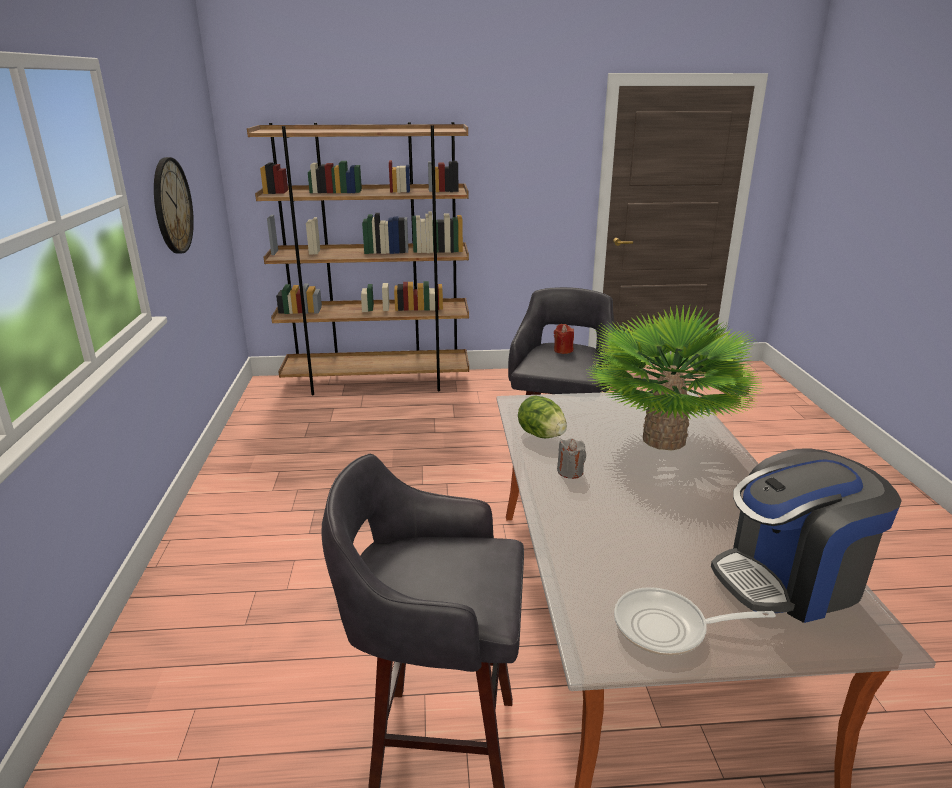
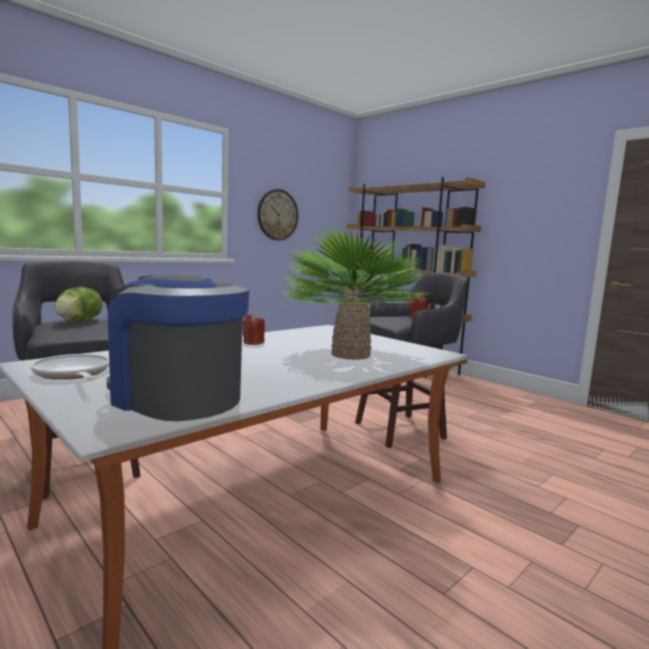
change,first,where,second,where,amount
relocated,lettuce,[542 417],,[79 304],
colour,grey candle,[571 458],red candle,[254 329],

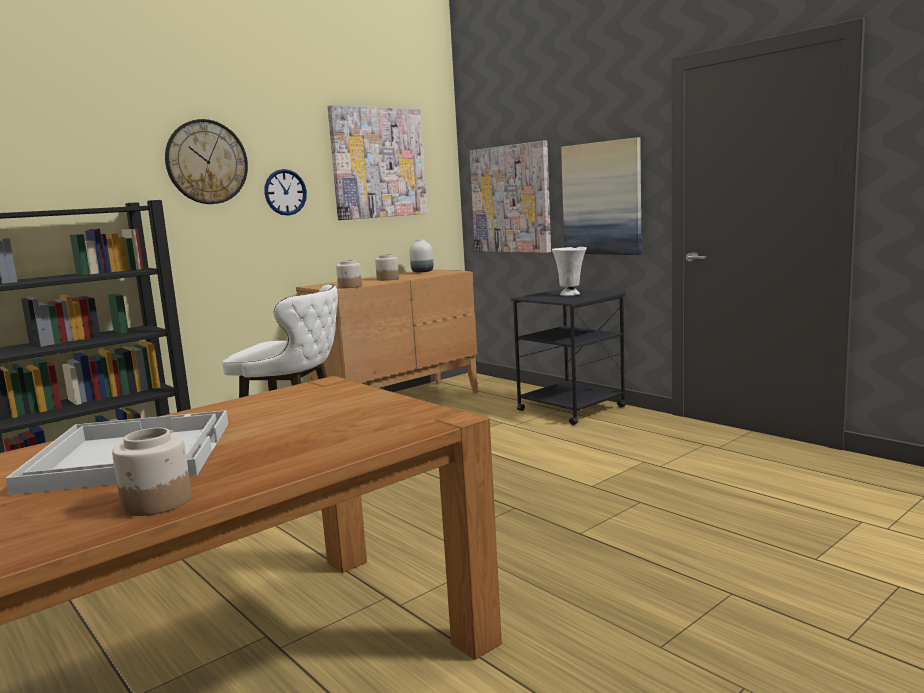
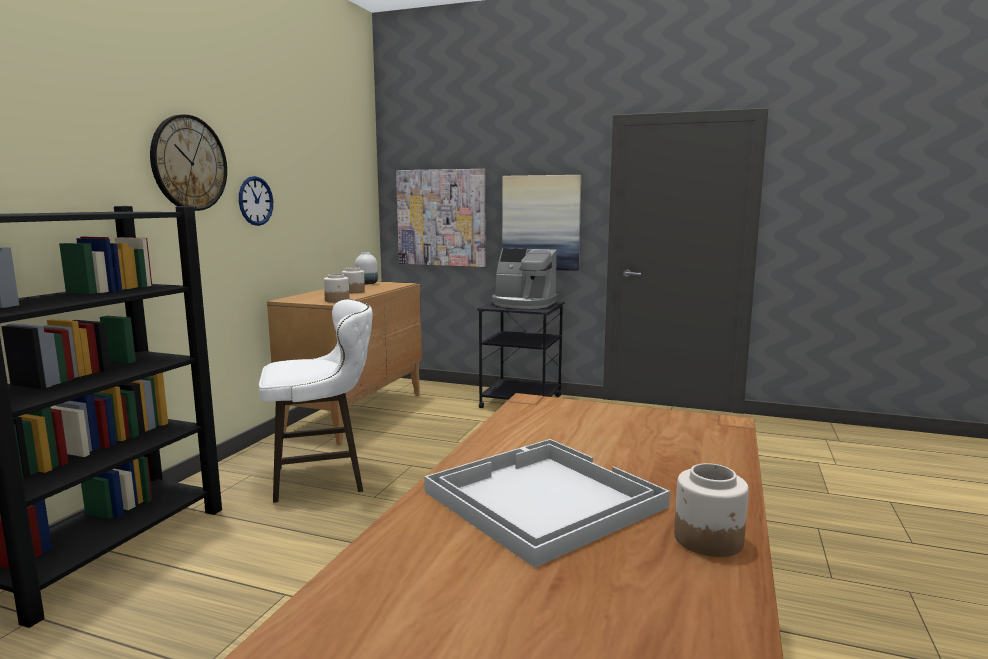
change,first,where,second,where,amount
missing,picture,[377 162],,,
exchanged,white vase,[569 271],coffee machine,[525 278],

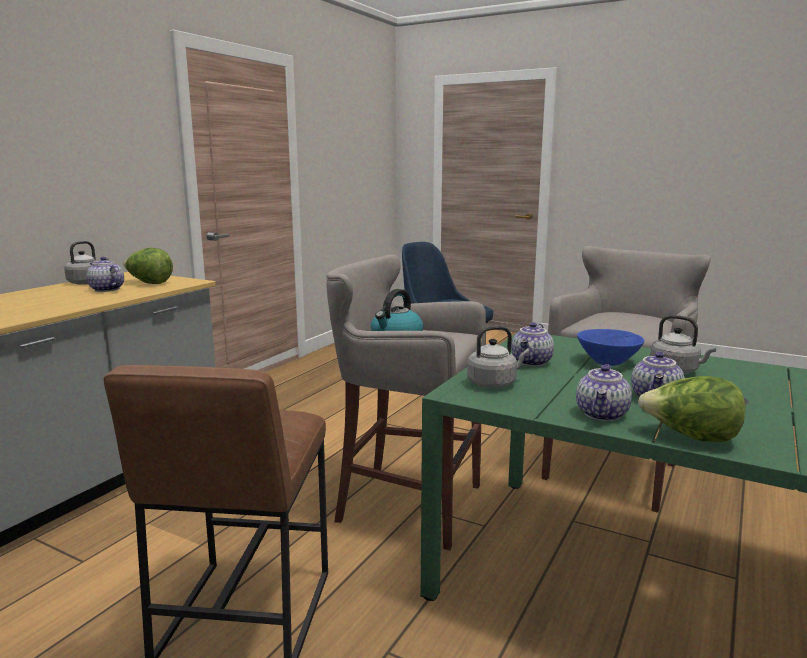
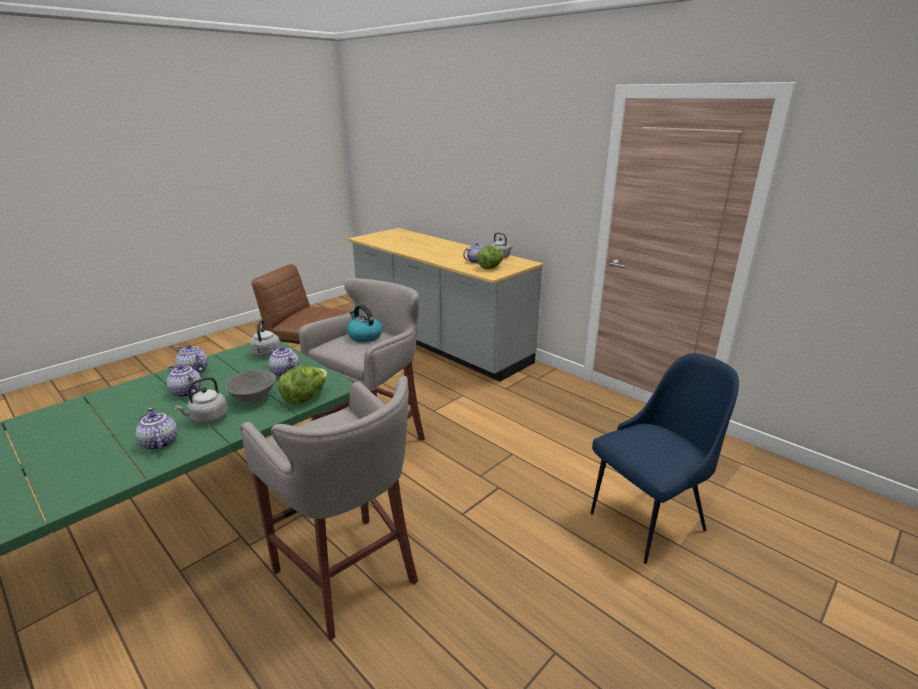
change,first,where,second,where,amount
colour,blue bowl,[610 347],grey bowl,[250 387],
relocated,lettuce,[691 409],,[303 385],
appeared,,,teapot,[156 428],

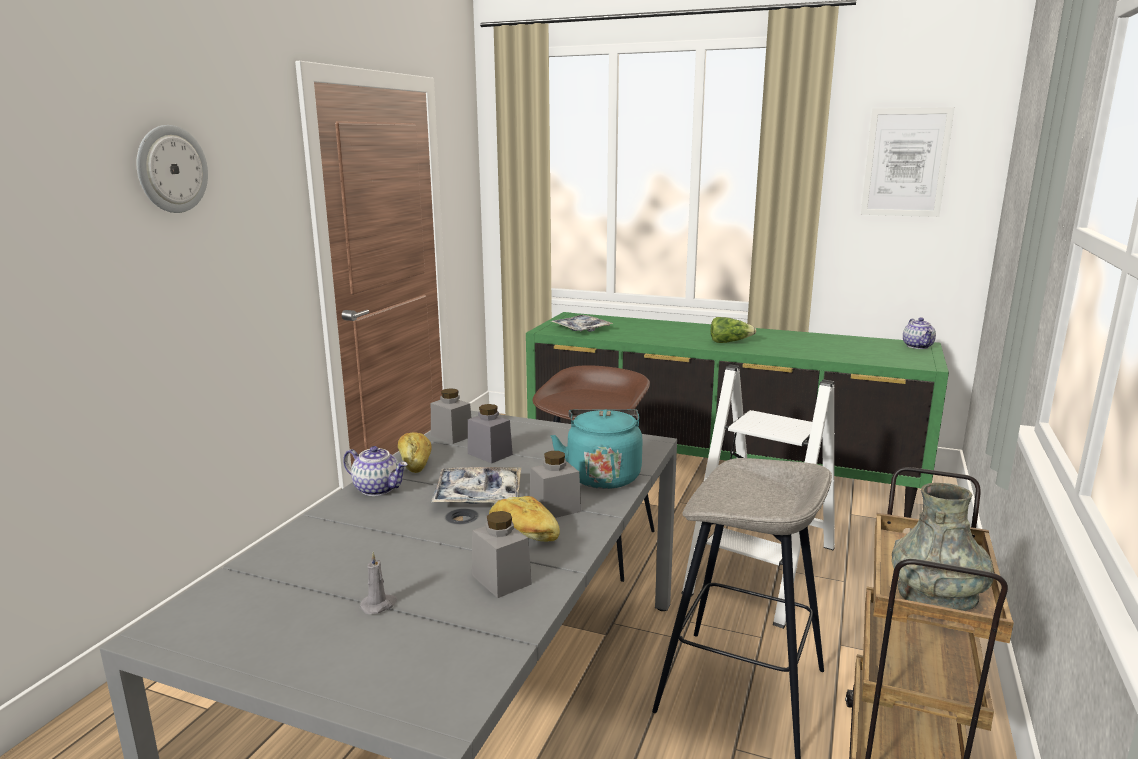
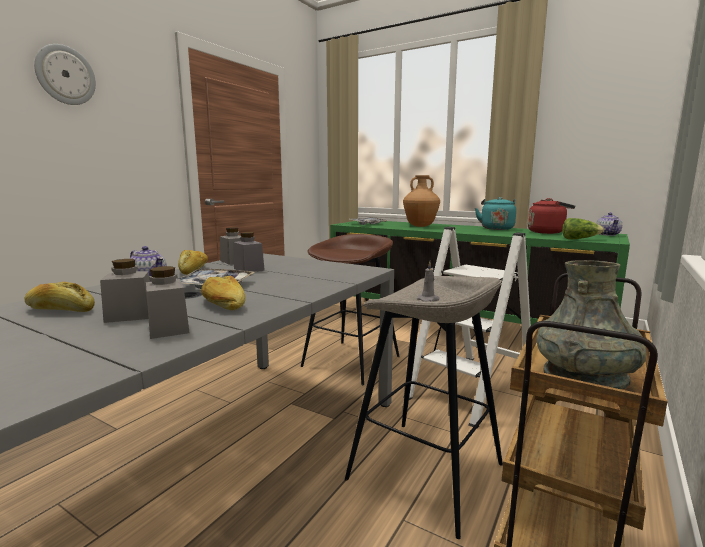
change,first,where,second,where,amount
missing,picture,[908 162],,,
relocated,lettuce,[733 330],,[583 228],
relocated,turquoise kettle,[597 449],,[495 213],
relocated,grey jar,[555 484],,[125 291],
relocated,grey candle,[378 583],,[428 281],
appeared,,,brown vase,[421 201],
appeared,,,red kettle,[551 216],
appeared,,,bread,[60 297],

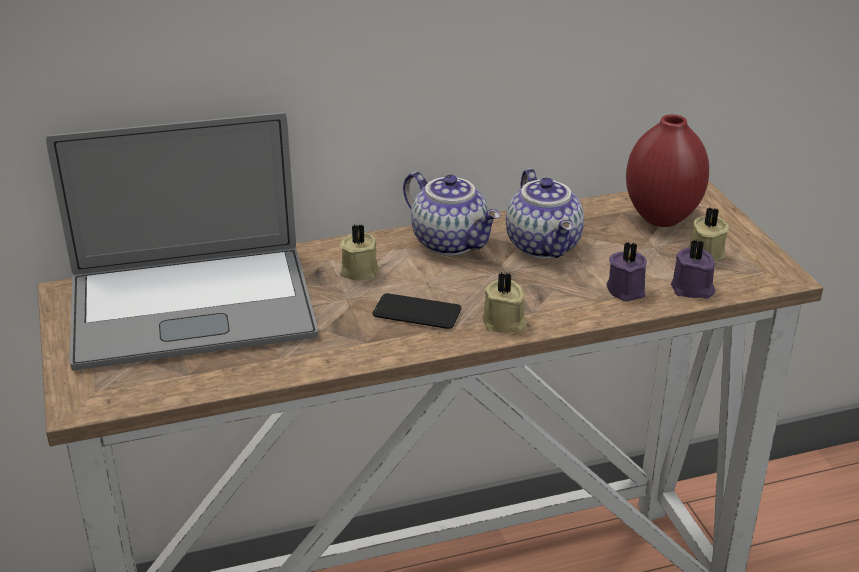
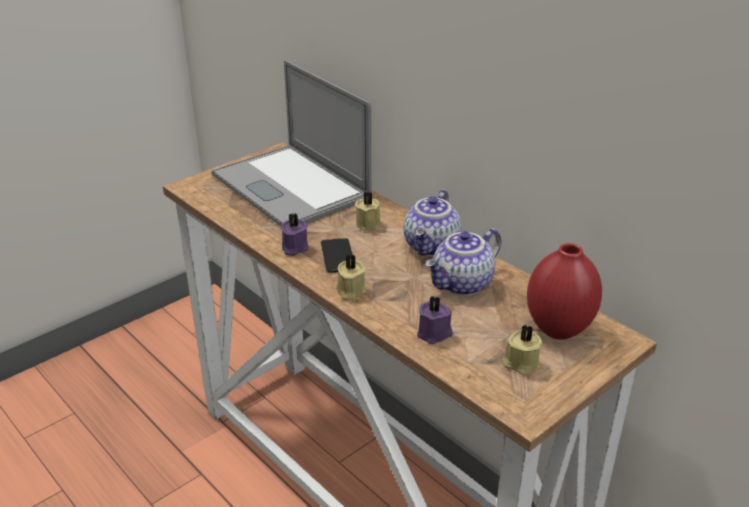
change,first,where,second,where,amount
relocated,purple candle,[693 269],,[295 234],

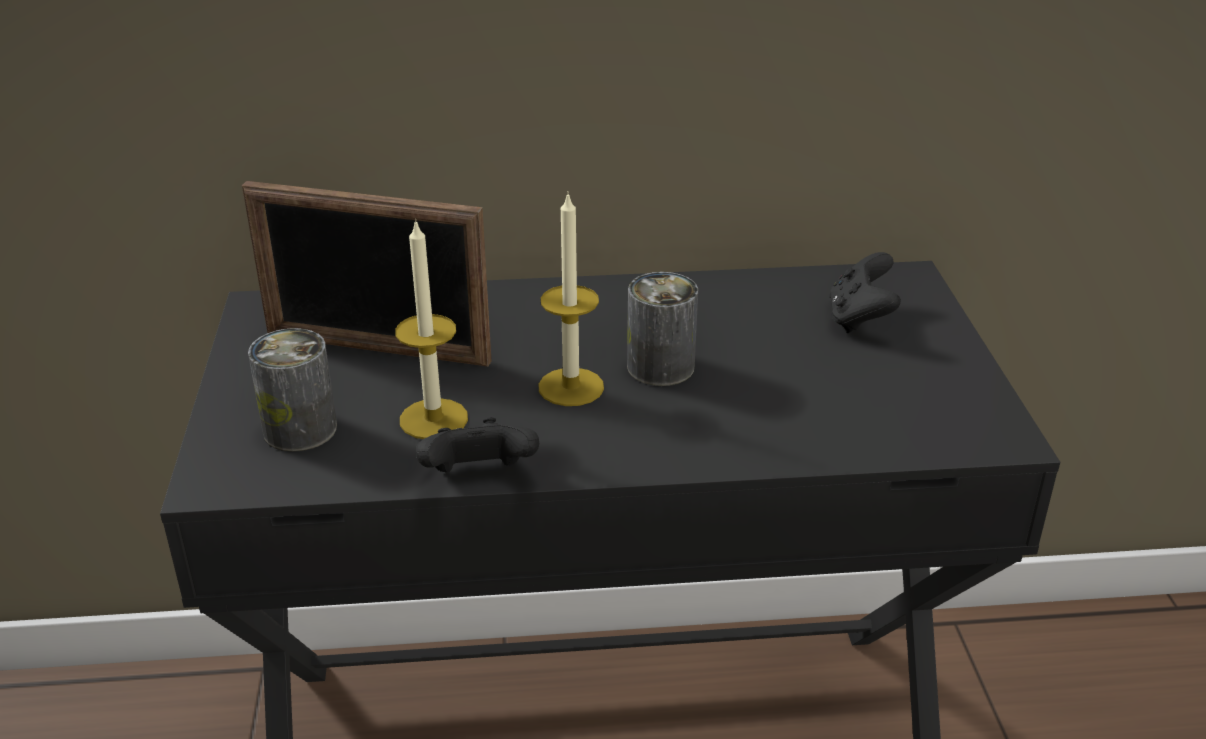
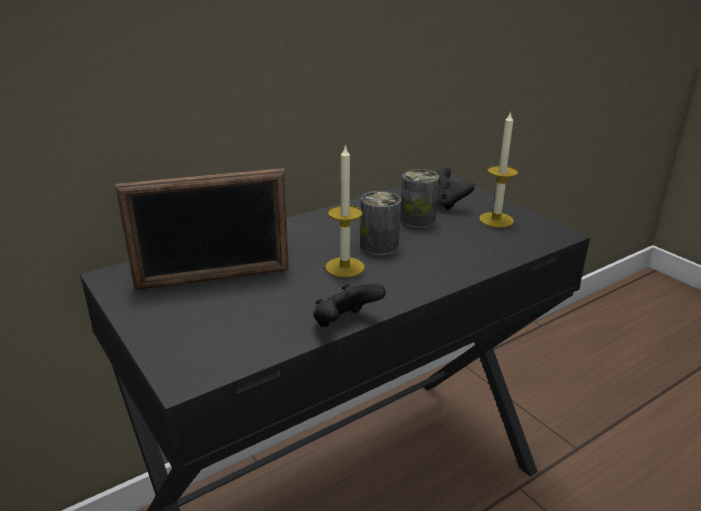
change,first,where,second,where,amount
relocated,candle,[431 329],,[498 169],
relocated,can,[292 390],,[419 199],

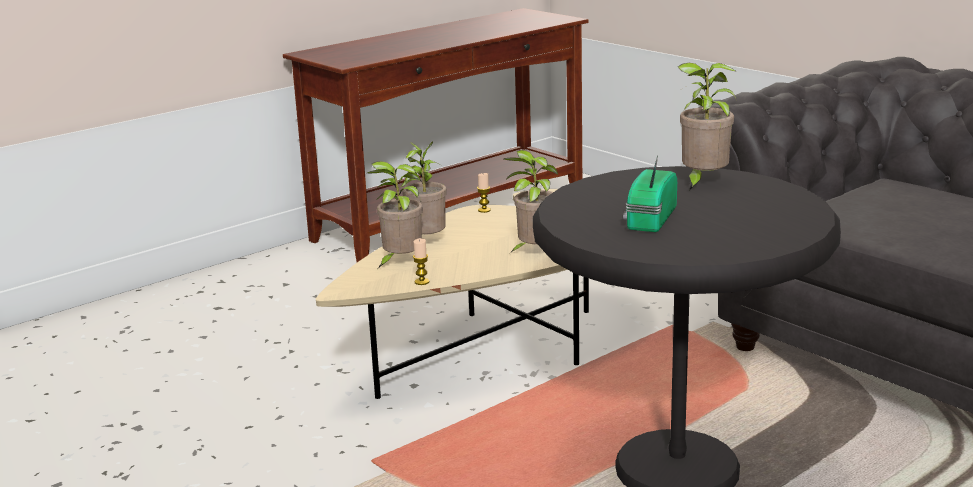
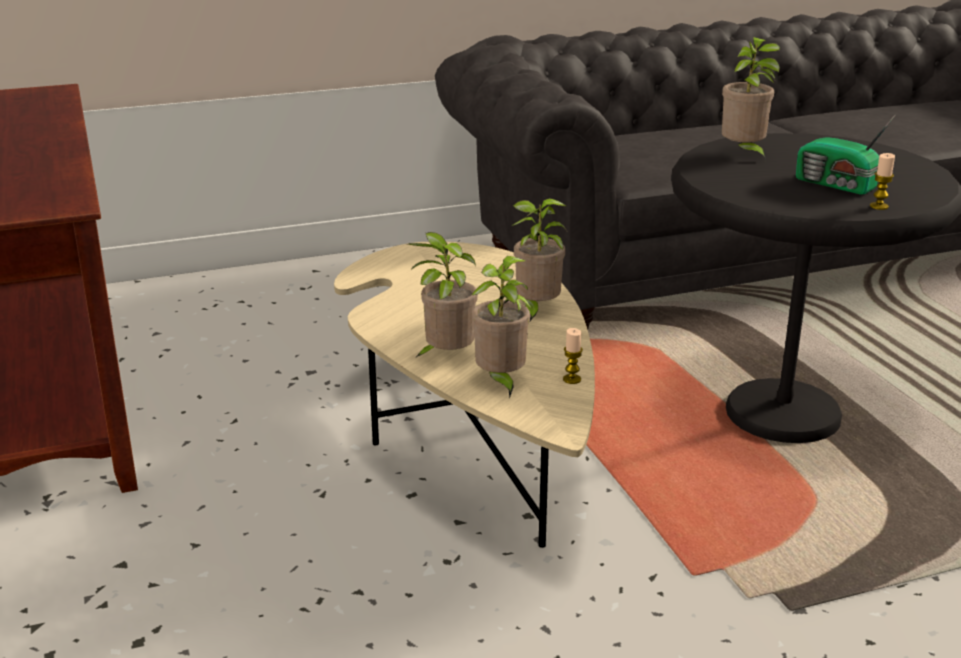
change,first,where,second,where,amount
relocated,candle,[484 193],,[882 181],

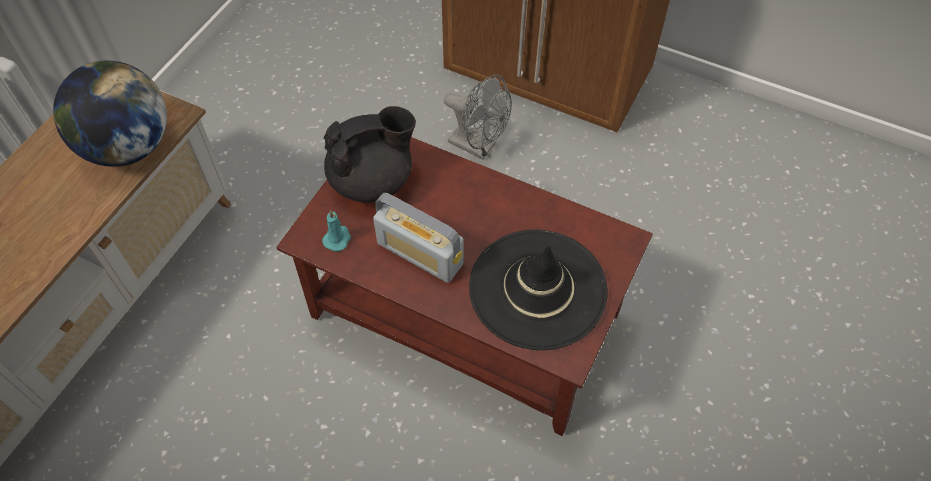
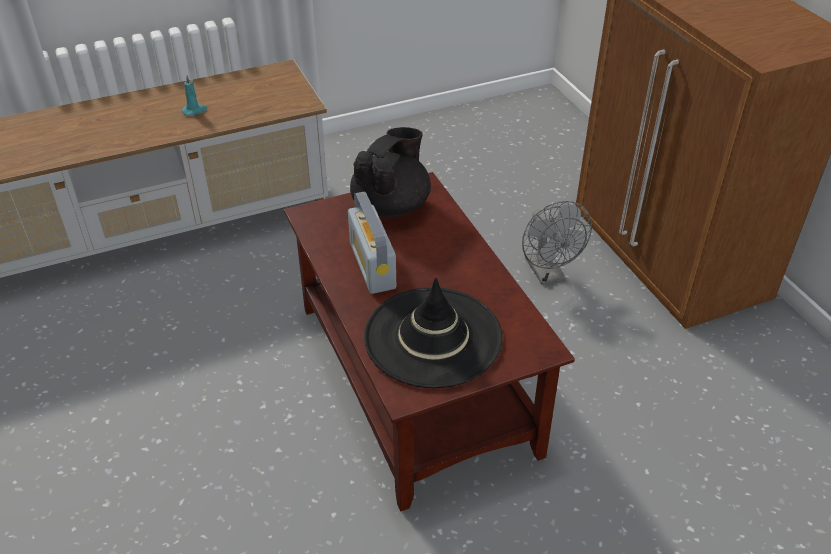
change,first,where,second,where,amount
missing,globe,[110 114],,,
spun,black teapot,[370 154],,[390 172],75 degrees counterclockwise
relocated,turquoise candle,[336 231],,[194 95],

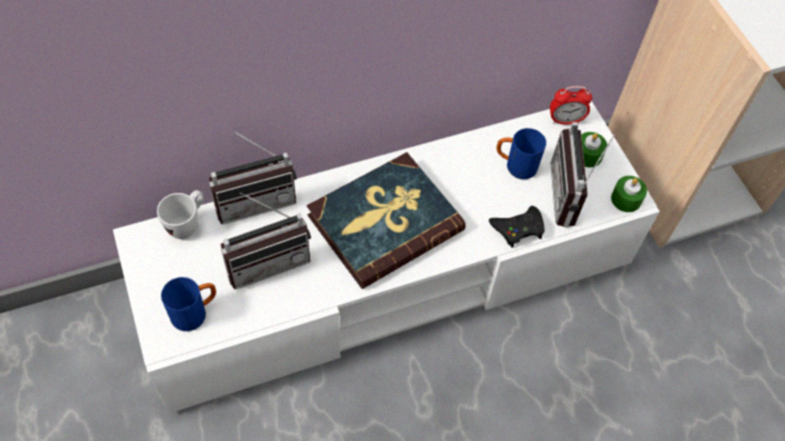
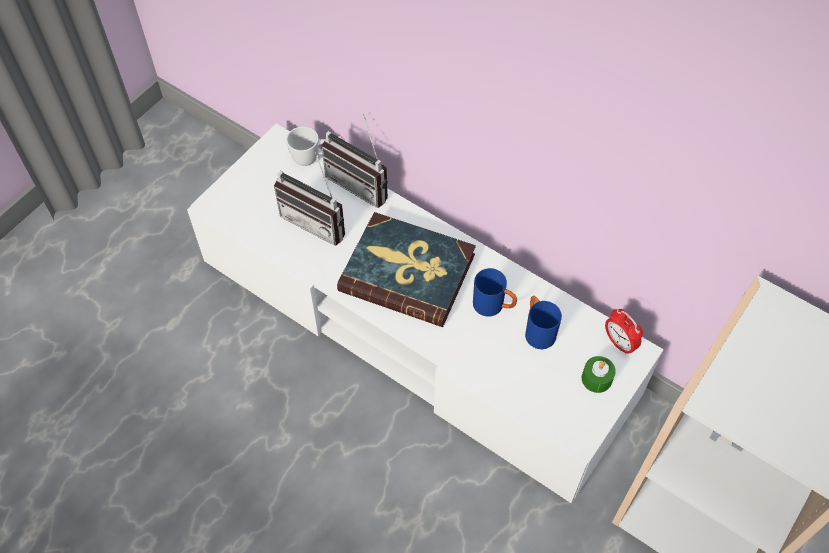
change,first,where,second,where,amount
missing,radio,[582 174],,,
missing,green candle,[629 194],,,
missing,black game controller,[517 227],,,
relocated,blue mug,[188 304],,[495 292],

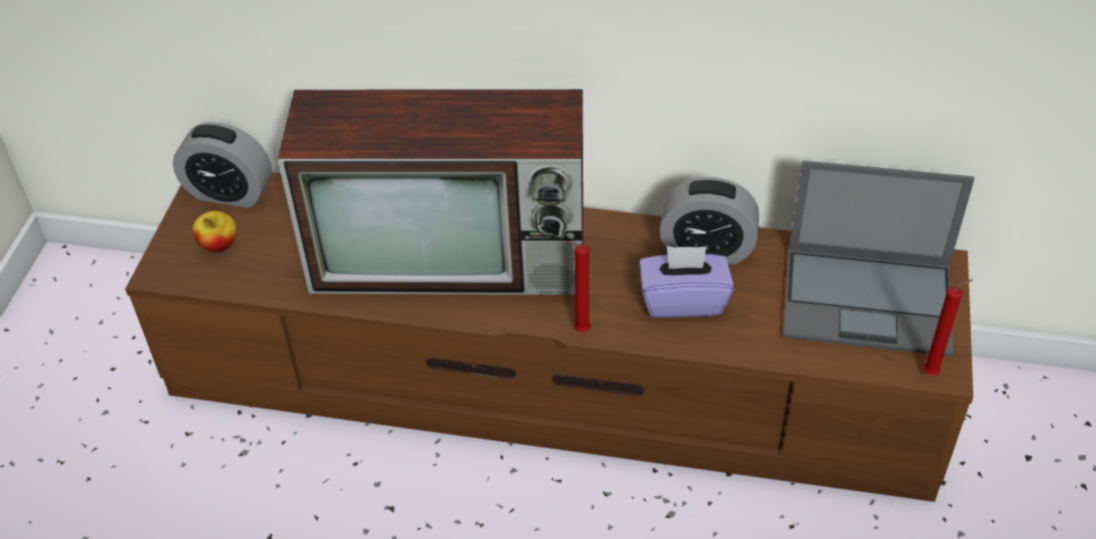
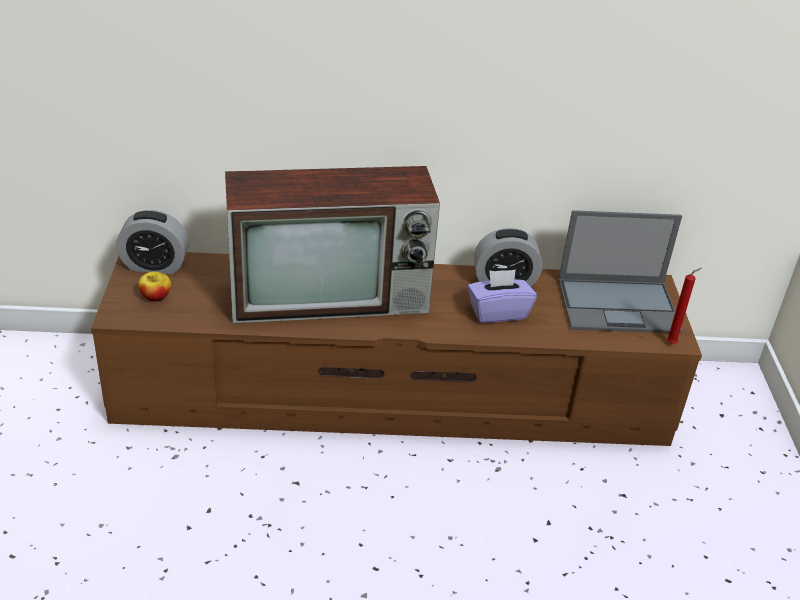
change,first,where,second,where,amount
missing,red candle,[579 286],,,

